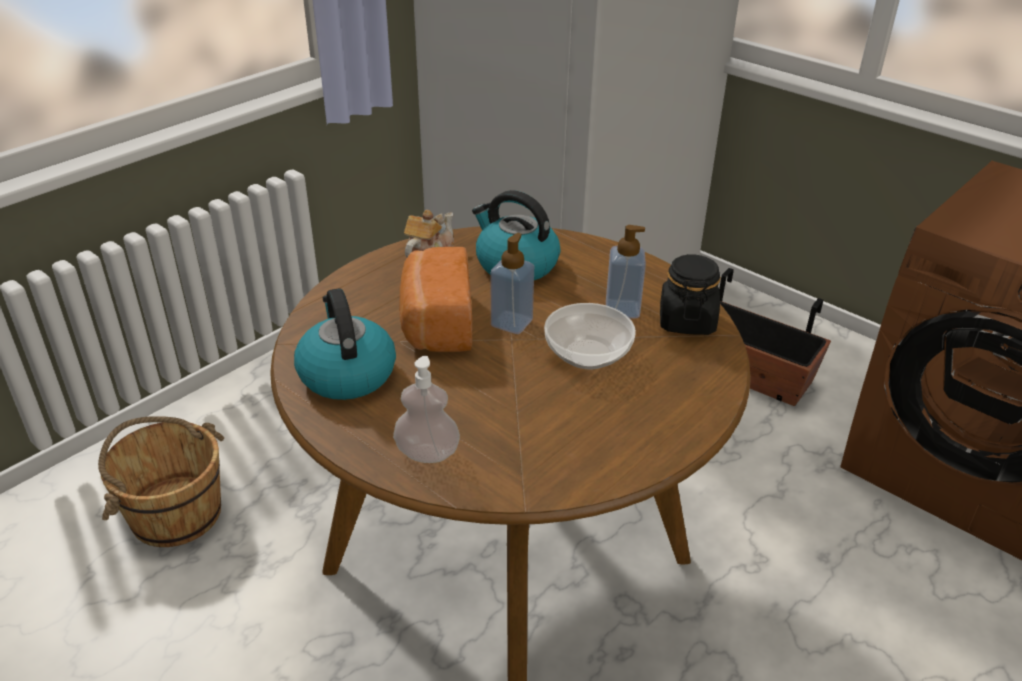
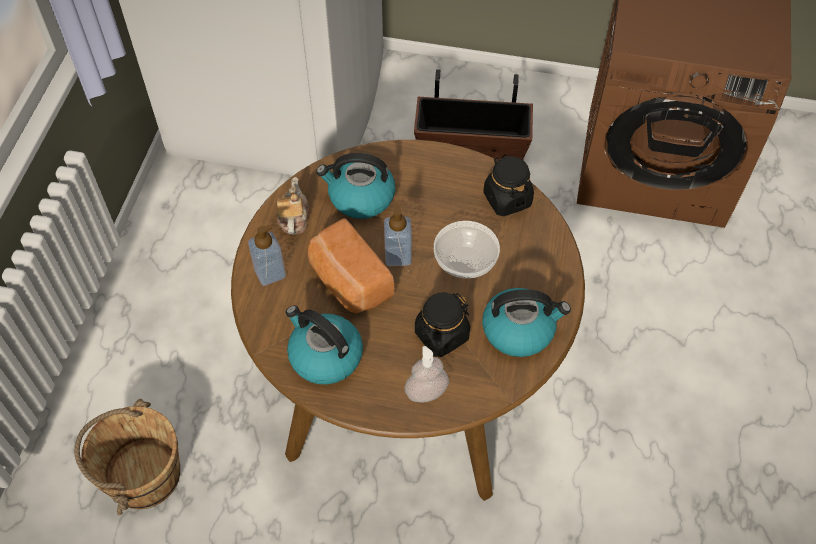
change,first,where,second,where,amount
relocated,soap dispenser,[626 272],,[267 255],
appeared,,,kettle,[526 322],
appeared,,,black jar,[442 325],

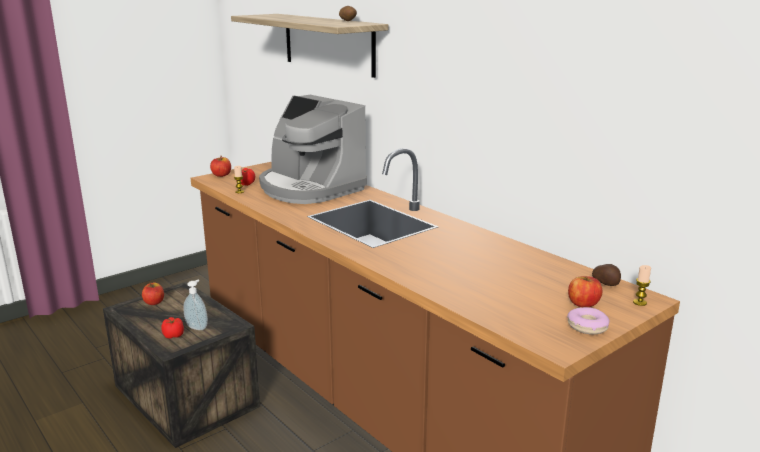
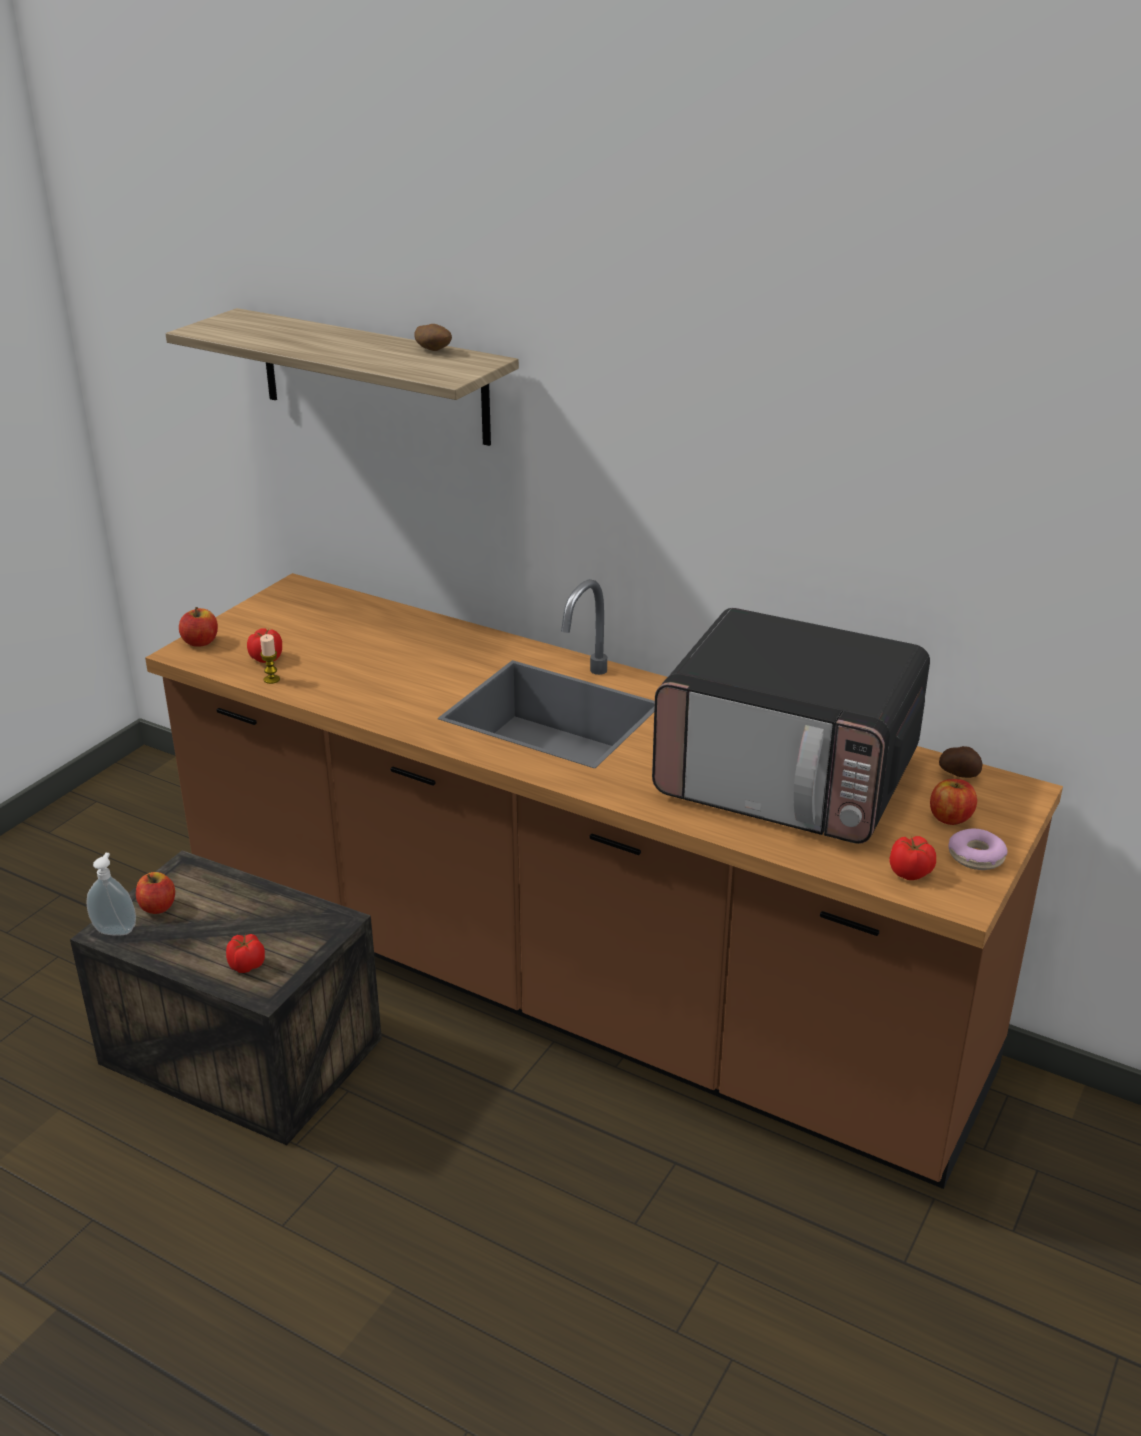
change,first,where,second,where,amount
missing,coffee machine,[313 149],,,
missing,candle,[642 285],,,
relocated,soap dispenser,[196 304],,[111 894],
appeared,,,microwave,[791 726],
appeared,,,tomato,[913 858],

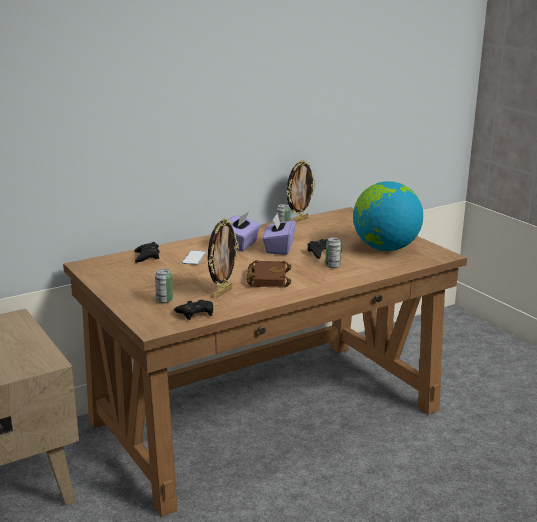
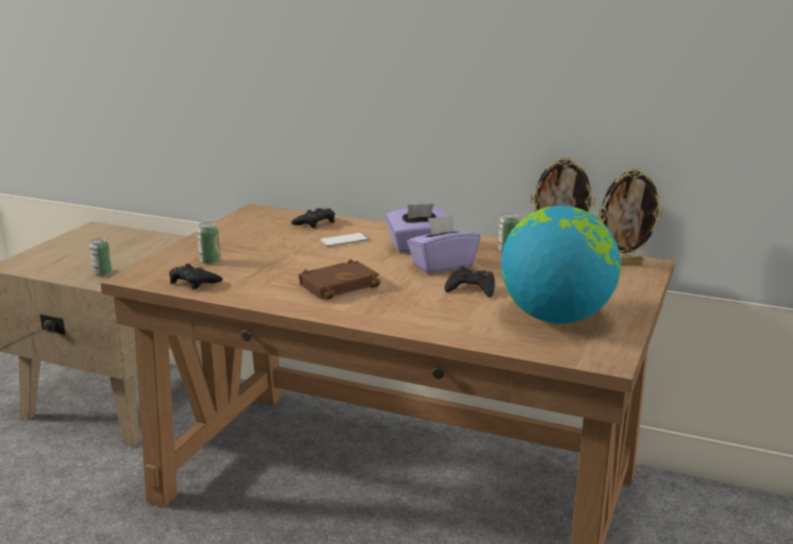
change,first,where,second,where,amount
relocated,picture frame,[223 258],,[631 216],
relocated,can,[333 252],,[100 257],

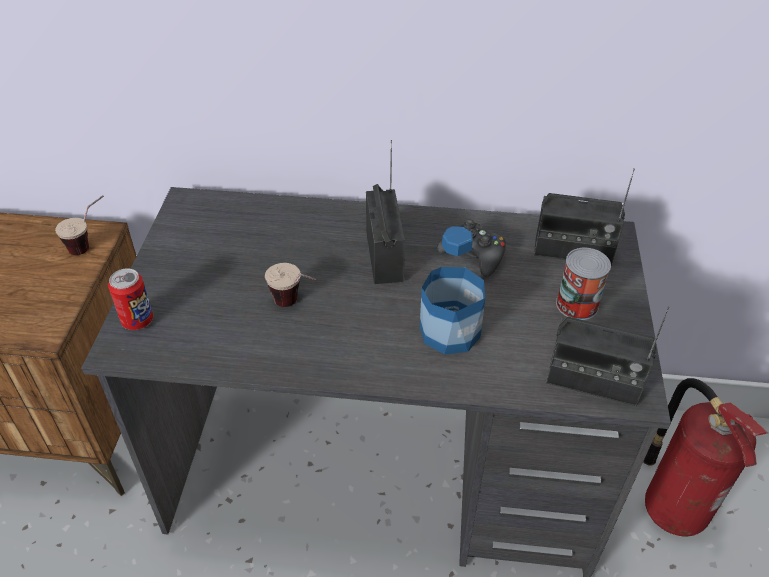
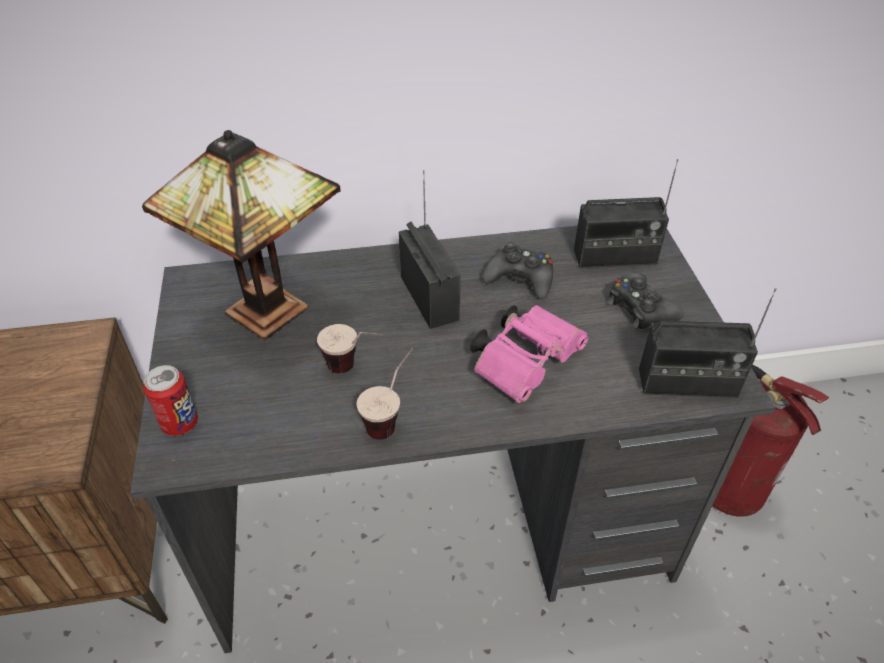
change,first,where,second,where,amount
relocated,cup,[79 225],,[385 394],
exchanged,bottle,[452 290],pink binoculars,[529 354],
exchanged,can,[583 284],black game controller,[646 300],
appeared,,,table lamp,[241 235],

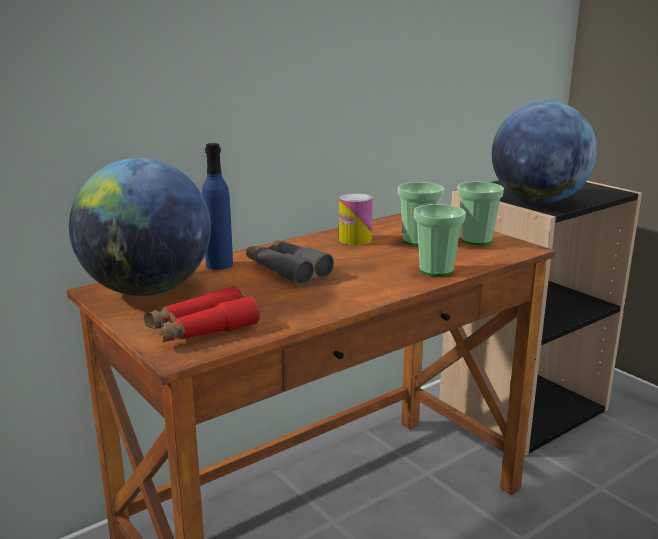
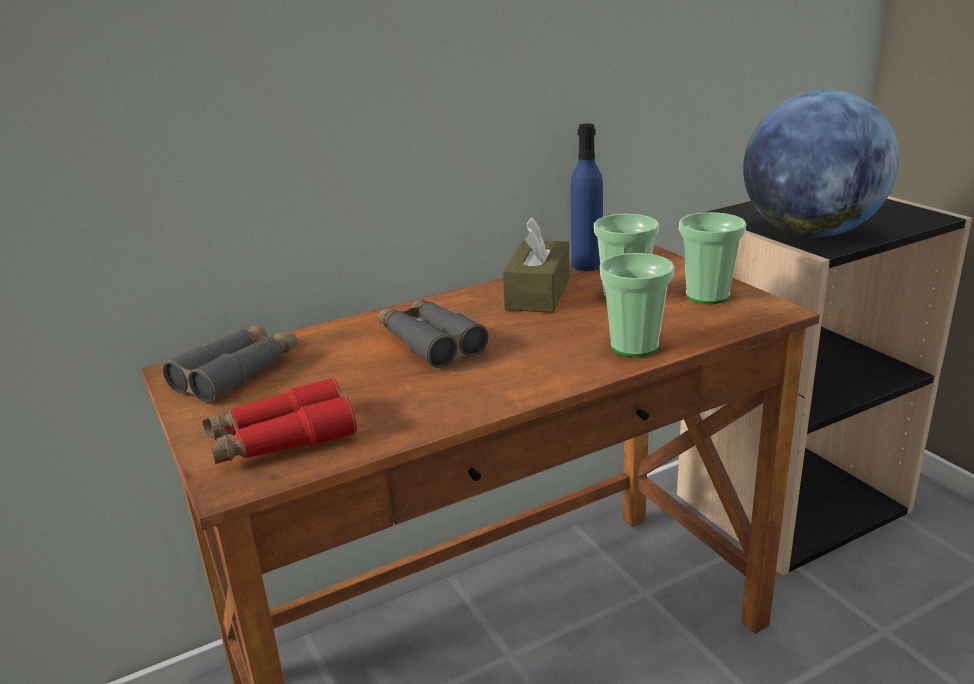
change,first,where,second,where,amount
relocated,blue bottle,[217 206],,[587 197],
exchanged,globe,[140 227],grey binoculars,[230 363],
exchanged,can,[356 219],brown tissue box,[536 265],

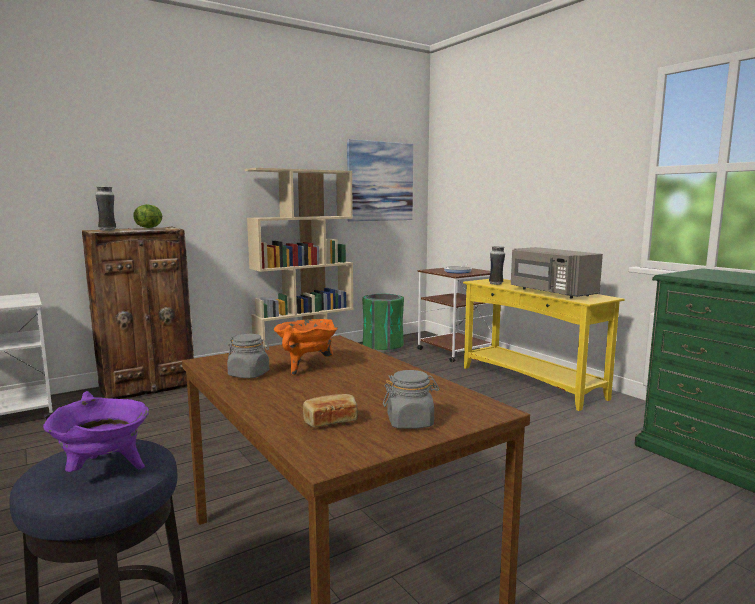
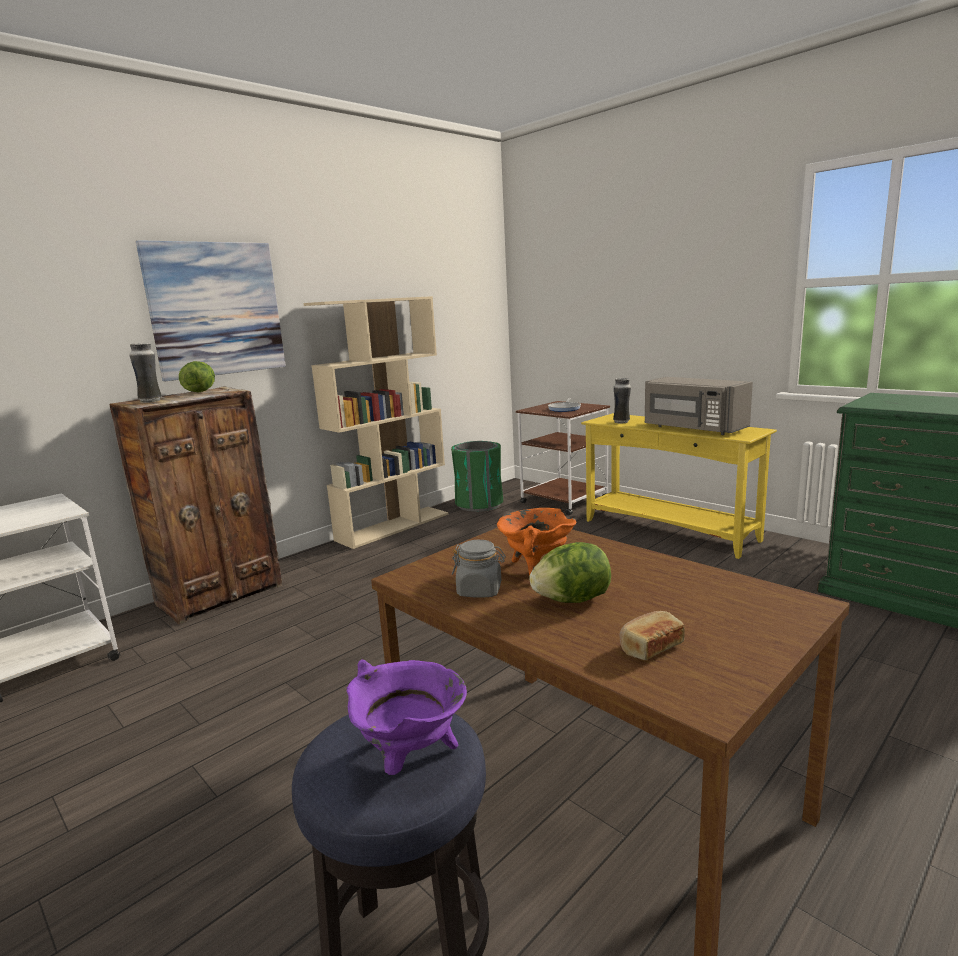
change,first,where,second,where,amount
relocated,picture,[380 180],,[211 310],
missing,grey jar,[411 399],,,
appeared,,,lettuce,[570 572],

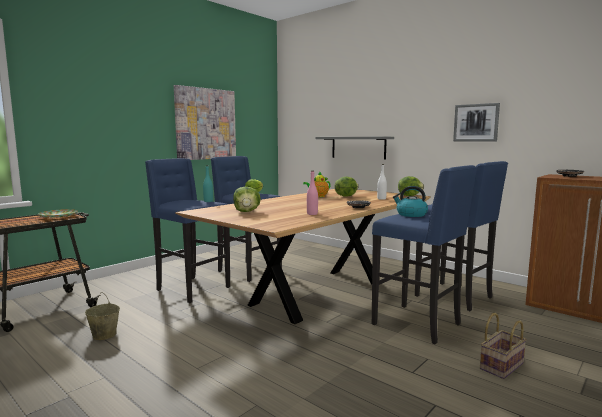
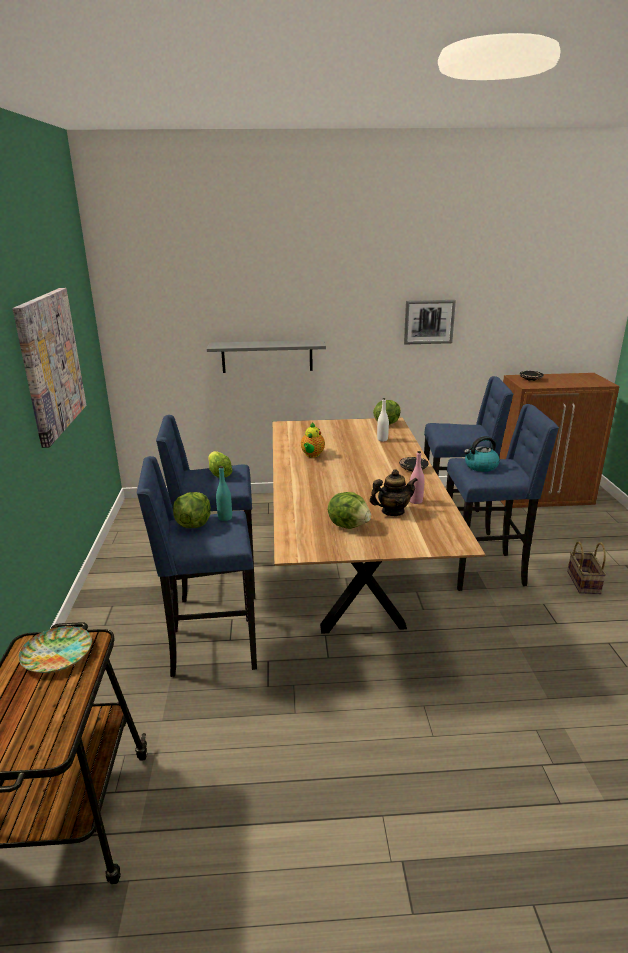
change,first,where,second,where,amount
relocated,lettuce,[346 187],,[192 510],
missing,beige bucket,[102 316],,,
appeared,,,teapot,[393 492],

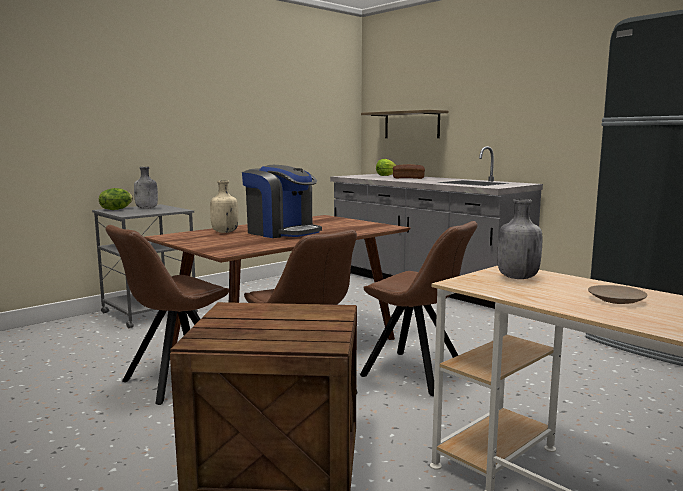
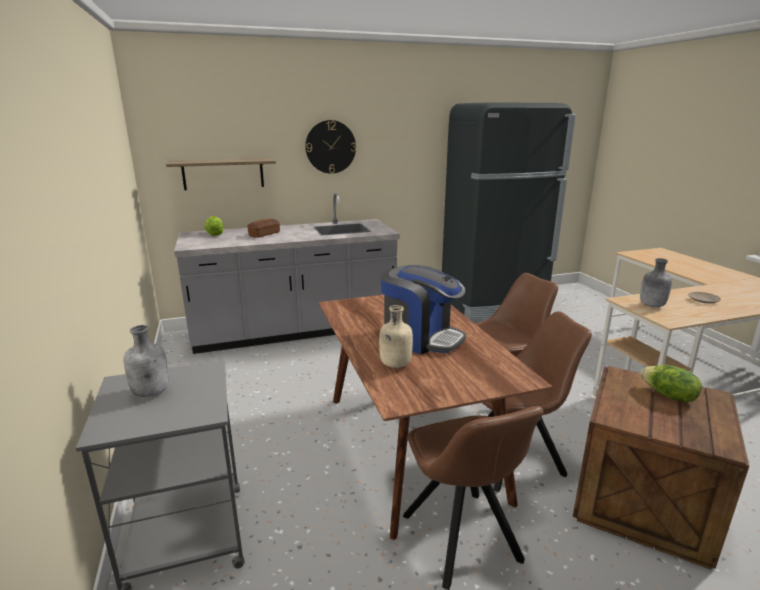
change,first,where,second,where,amount
spun,coffee machine,[282 201],,[423 309],60 degrees clockwise
relocated,lettuce,[116 199],,[671 384],
appeared,,,wall clock,[330 147],

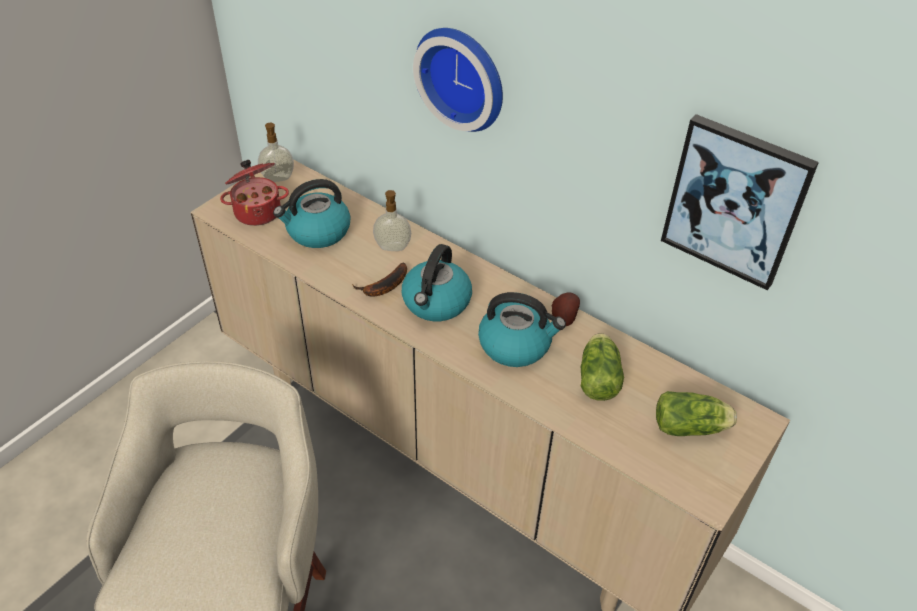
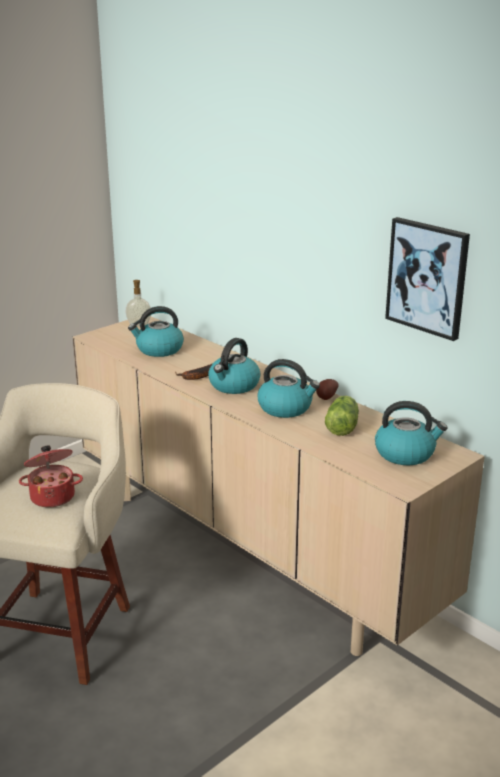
change,first,where,second,where,amount
missing,wall clock,[458 80],,,
relocated,cooking pot,[254 193],,[51 476],
missing,soap dispenser,[392 220],,,
exchanged,lettuce,[696 413],kettle,[411 433],

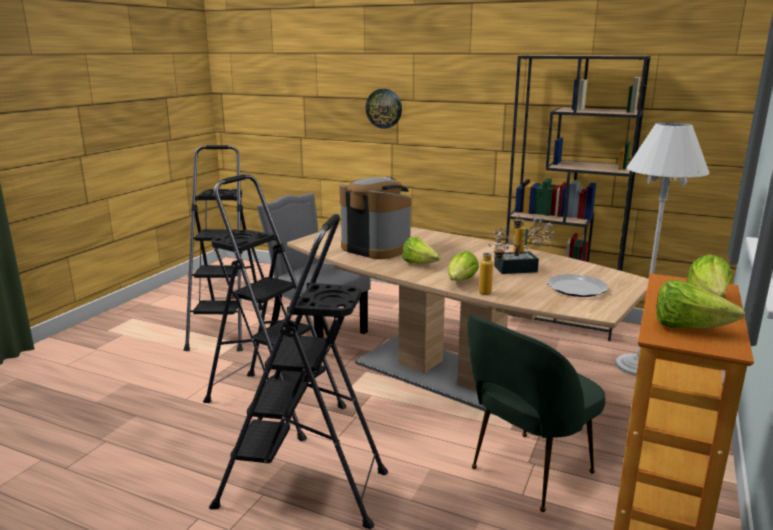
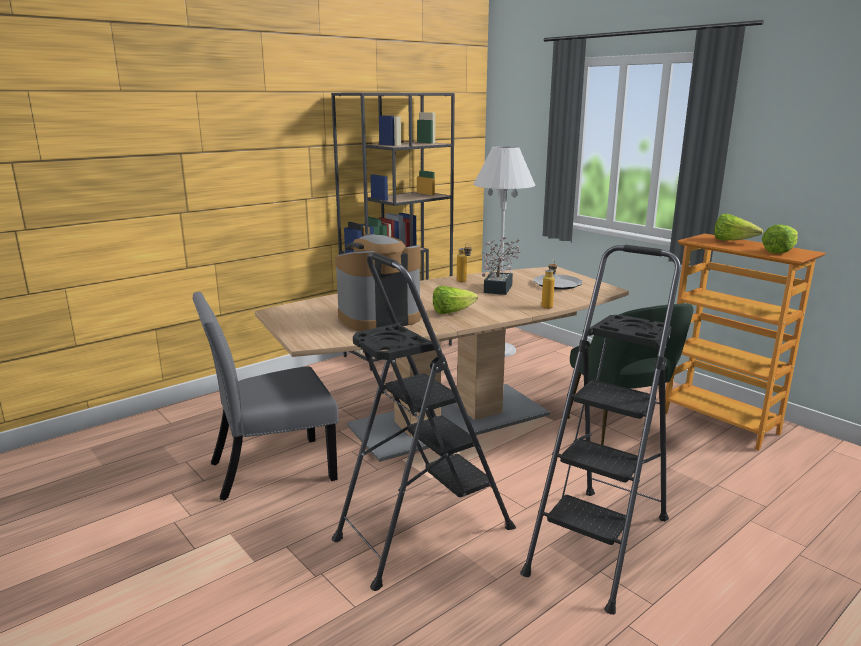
change,first,where,second,where,amount
missing,wall clock,[384 109],,,
missing,step ladder,[223 248],,,
missing,lettuce,[463 266],,,

